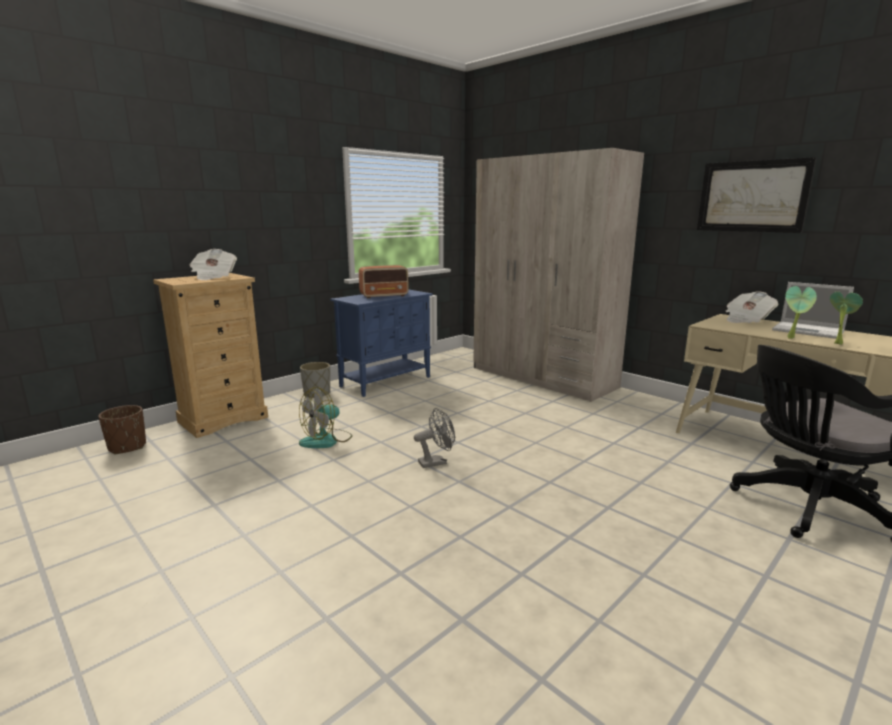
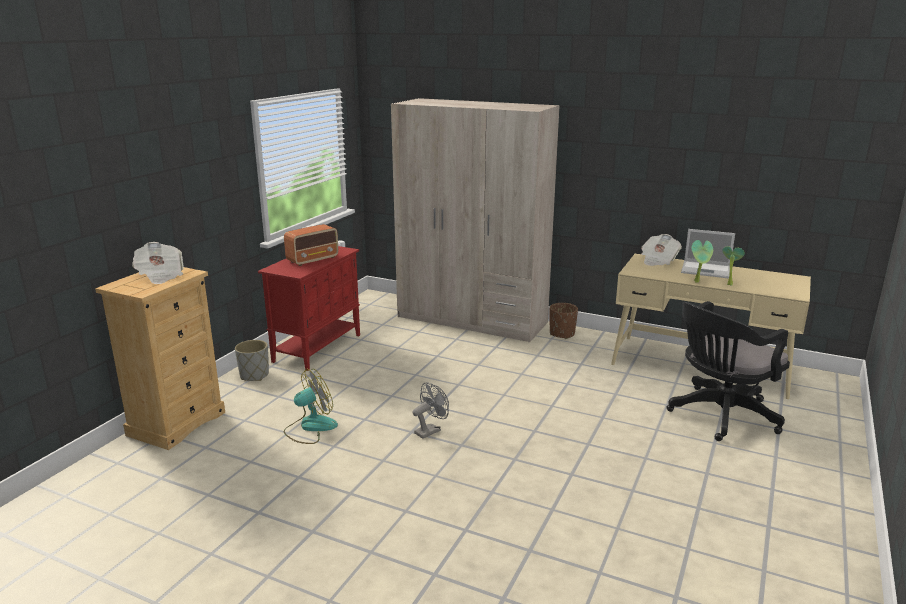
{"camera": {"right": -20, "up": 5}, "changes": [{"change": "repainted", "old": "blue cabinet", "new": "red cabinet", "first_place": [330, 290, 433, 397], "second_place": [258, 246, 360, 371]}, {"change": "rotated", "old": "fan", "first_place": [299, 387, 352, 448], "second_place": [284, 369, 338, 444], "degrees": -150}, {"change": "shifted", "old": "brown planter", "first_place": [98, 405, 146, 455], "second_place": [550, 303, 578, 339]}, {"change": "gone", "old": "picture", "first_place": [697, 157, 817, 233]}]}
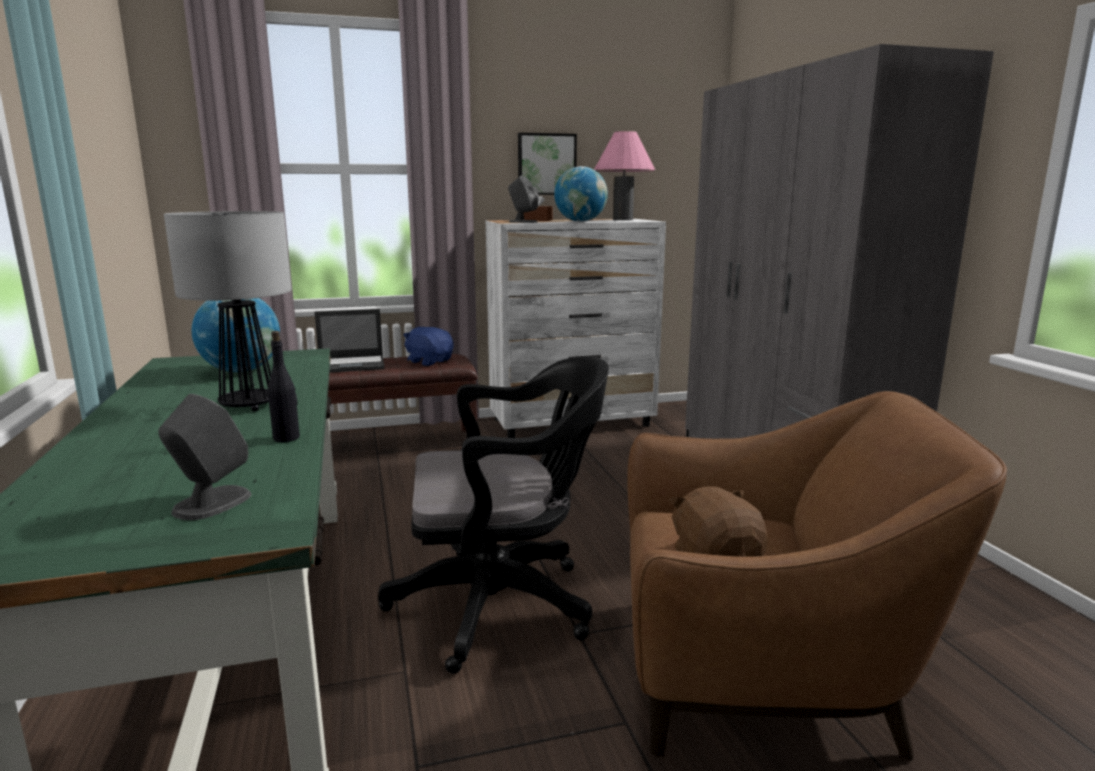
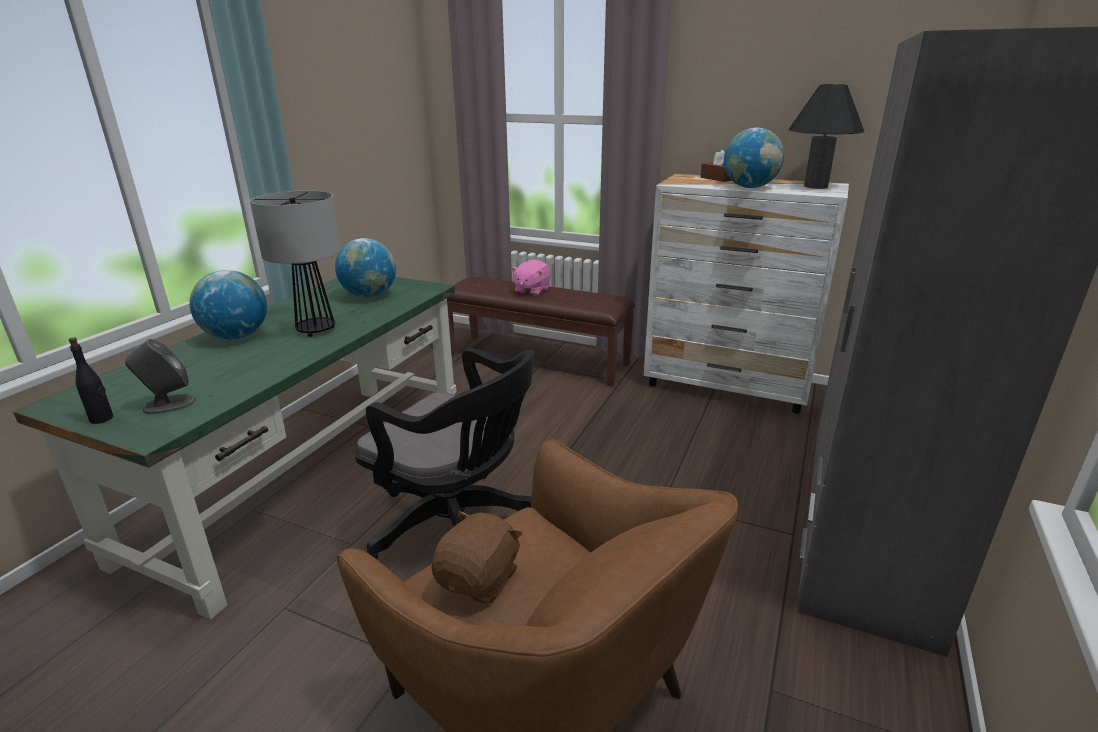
{"camera": {"right": 40, "up": 10}, "changes": [{"change": "shifted", "old": "black bottle", "first_place": [268, 331, 300, 442], "second_place": [69, 337, 113, 424]}, {"change": "new", "new": "globe", "second_place": [190, 270, 267, 340]}, {"change": "swapped", "old": "laptop", "new": "pink plush toy", "first_place": [315, 309, 384, 373], "second_place": [511, 260, 551, 296]}, {"change": "repainted", "old": "pink table lamp", "new": "black table lamp", "first_place": [594, 131, 655, 220], "second_place": [789, 84, 864, 189]}, {"change": "gone", "old": "blue plush toy", "first_place": [403, 327, 453, 366]}, {"change": "gone", "old": "grey speaker", "first_place": [508, 176, 538, 223]}, {"change": "gone", "old": "picture", "first_place": [518, 133, 577, 195]}]}
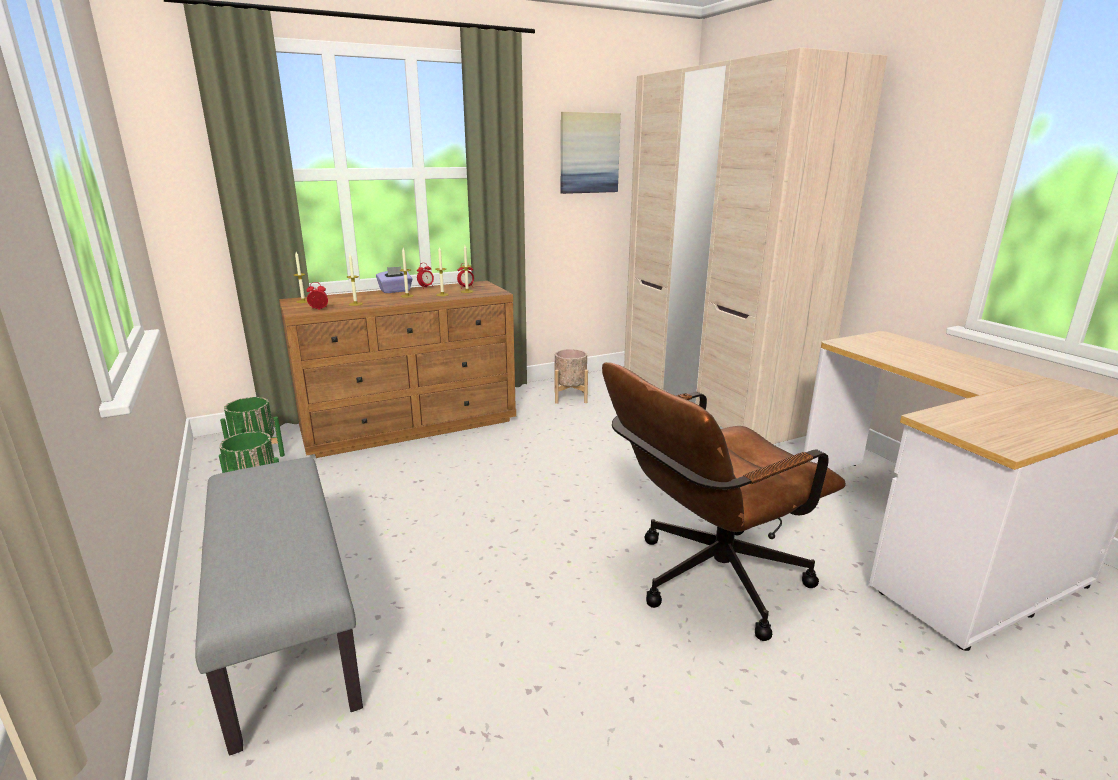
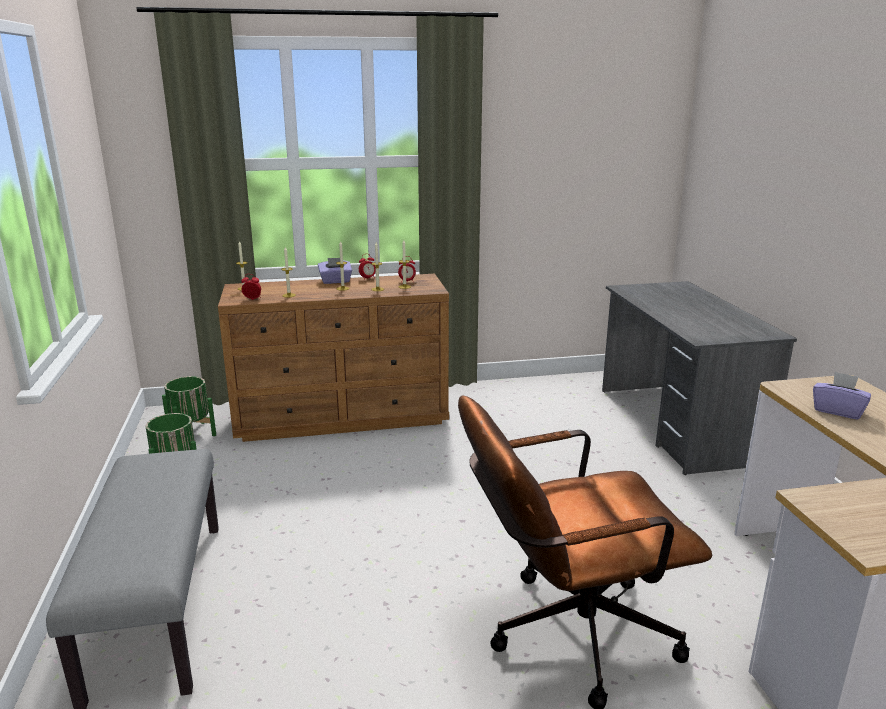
{"camera": {"right": 15, "up": 0}, "changes": [{"change": "swapped", "old": "beige wardrobe", "new": "grey desk", "first_place": [624, 47, 887, 444], "second_place": [602, 281, 797, 475]}, {"change": "new", "new": "purple tissue box", "second_place": [813, 372, 871, 419]}, {"change": "gone", "old": "beige planter", "first_place": [554, 349, 588, 404]}, {"change": "gone", "old": "picture", "first_place": [561, 112, 621, 194]}]}
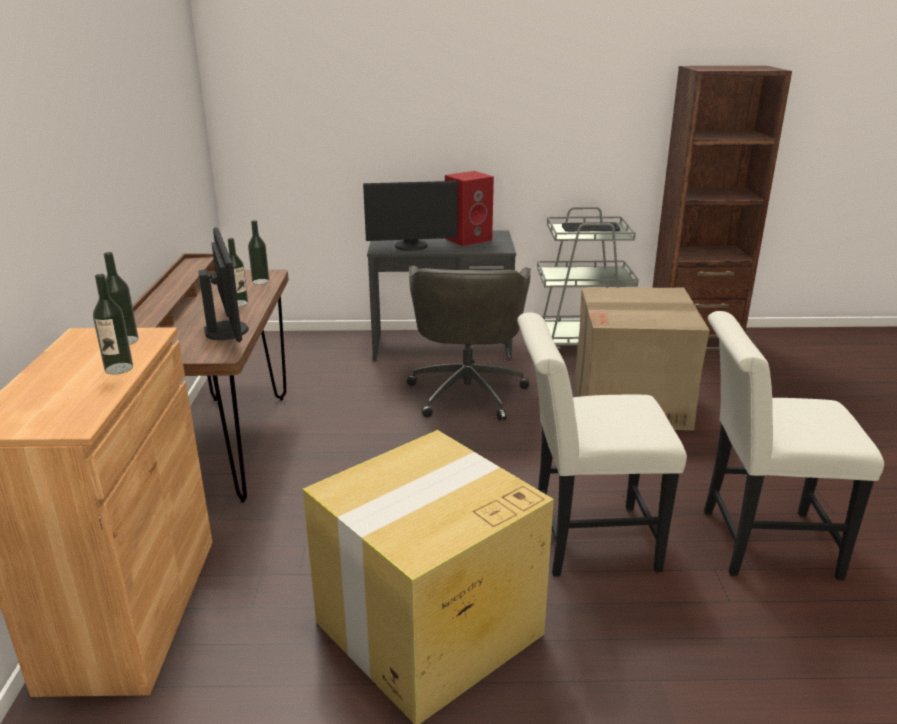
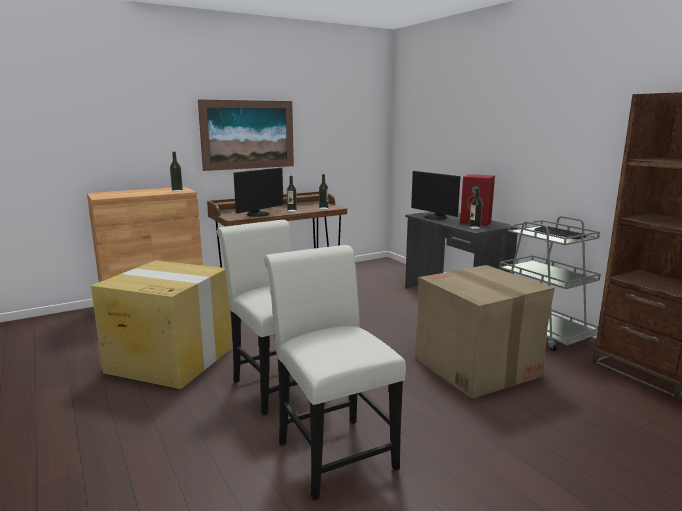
{"camera": {"right": 60, "up": -10}, "changes": [{"change": "new", "new": "picture", "second_place": [198, 99, 294, 171]}, {"change": "shifted", "old": "bottle", "first_place": [93, 274, 133, 374], "second_place": [469, 188, 482, 229]}, {"change": "gone", "old": "grey office chair", "first_place": [407, 265, 531, 420]}]}
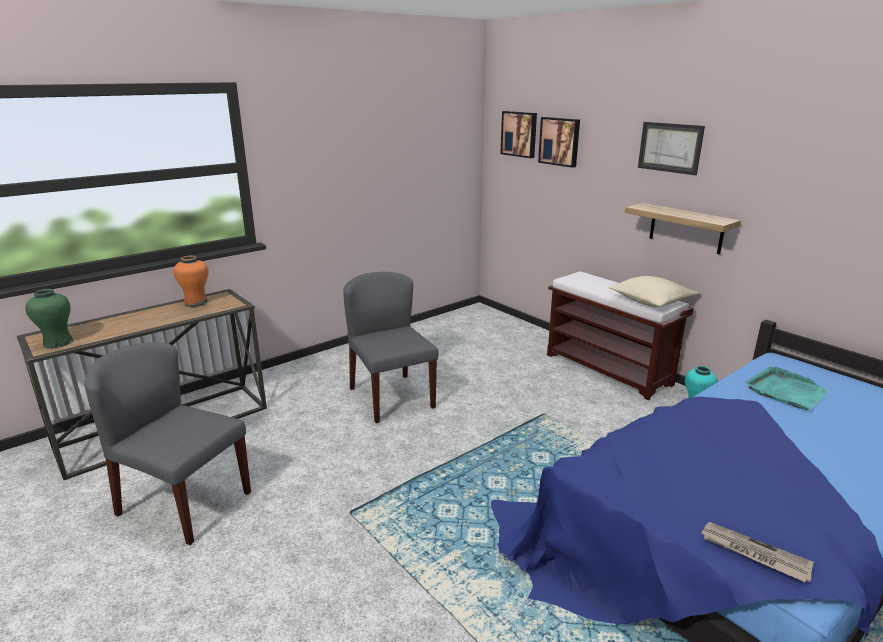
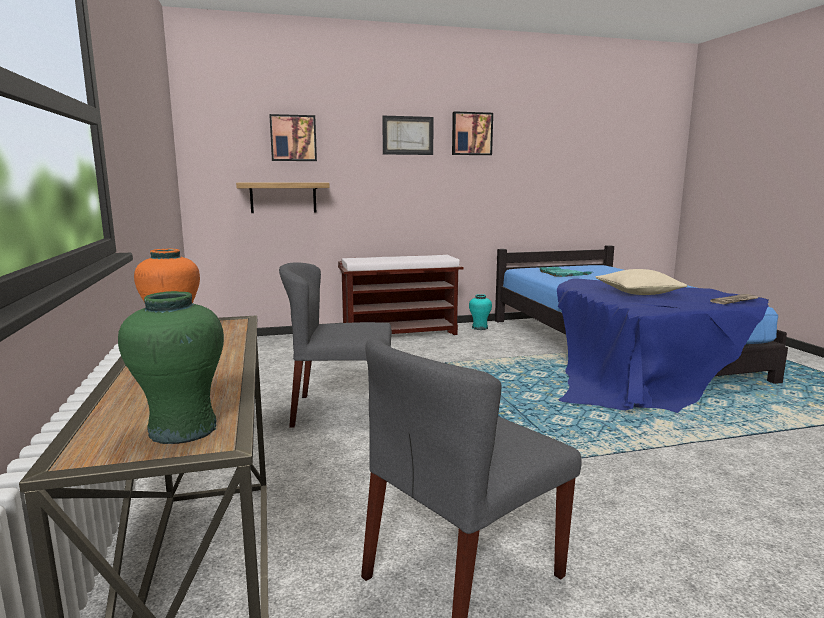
{"camera": {"right": -65, "up": -10}, "changes": [{"change": "shifted", "old": "shelf", "first_place": [625, 203, 741, 254], "second_place": [236, 183, 330, 213]}, {"change": "shifted", "old": "picture", "first_place": [500, 111, 537, 158], "second_place": [452, 111, 493, 155]}, {"change": "shifted", "old": "beige pillow", "first_place": [608, 276, 699, 307], "second_place": [595, 269, 687, 295]}]}
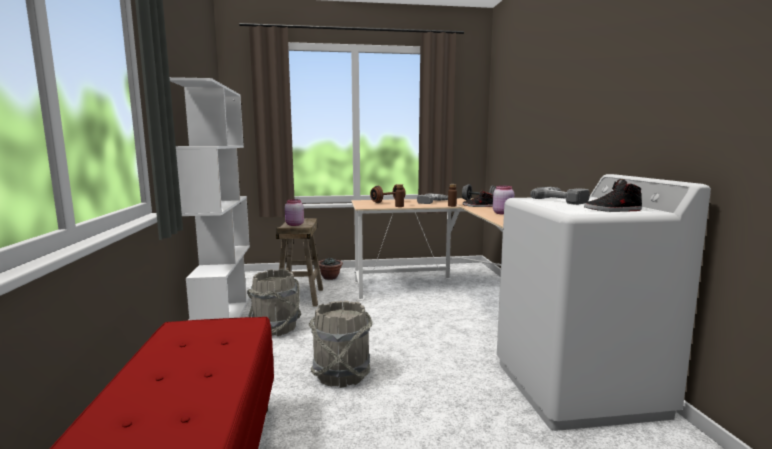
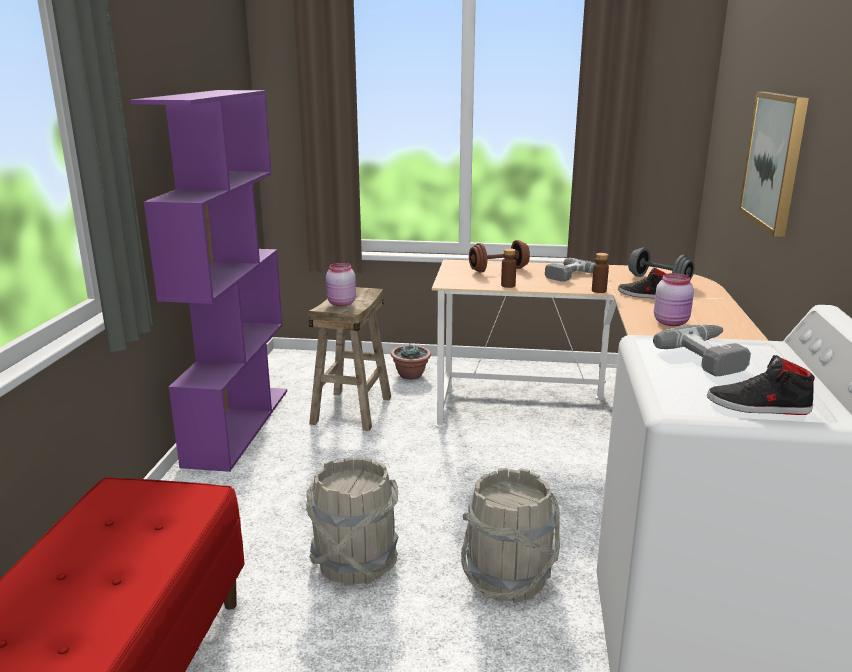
{"camera": {"right": 15, "up": 10}, "changes": [{"change": "repainted", "old": "white bookcase", "new": "purple bookcase", "first_place": [170, 77, 251, 320], "second_place": [130, 90, 287, 472]}, {"change": "shifted", "old": "grey bucket", "first_place": [247, 269, 301, 336], "second_place": [461, 468, 560, 603]}, {"change": "new", "new": "picture", "second_place": [739, 92, 809, 237]}]}
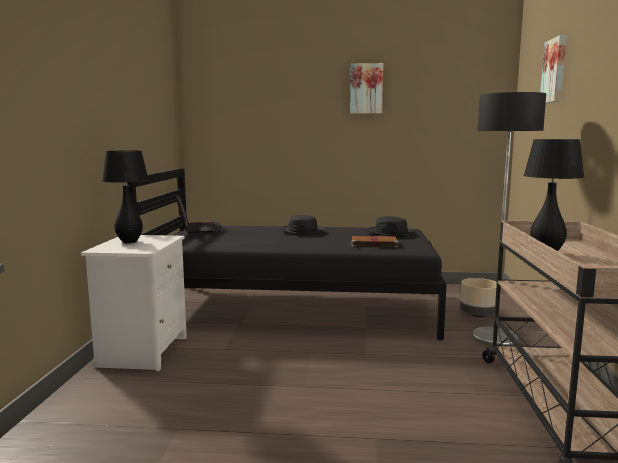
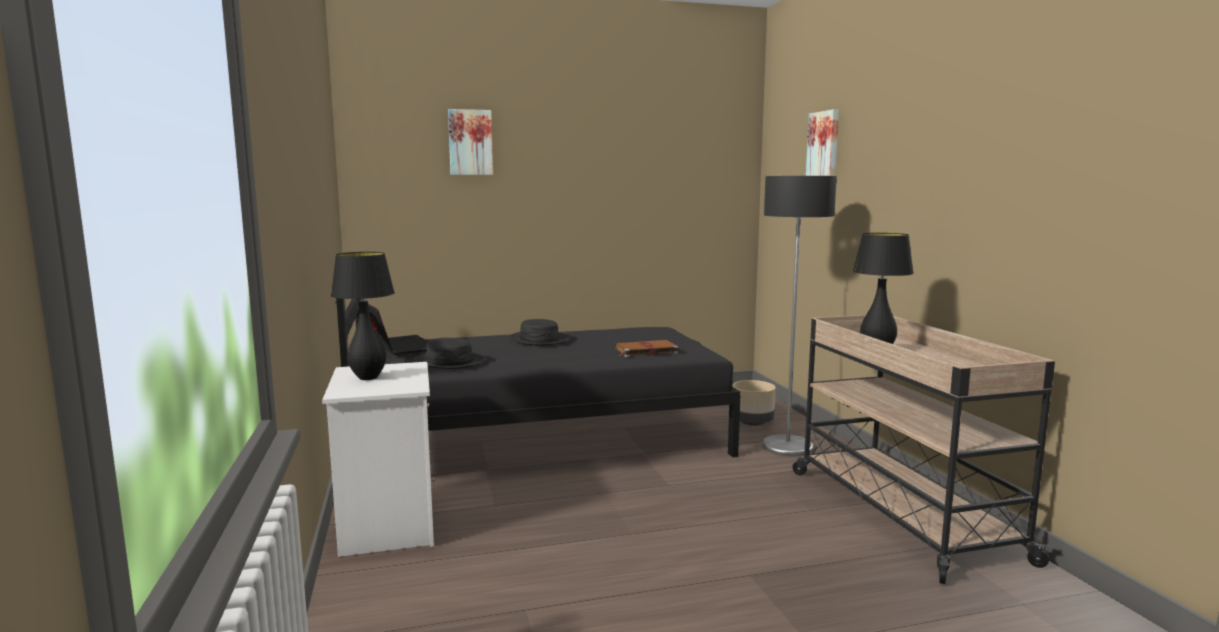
{"camera": {"right": -20, "up": 0}, "changes": [{"change": "shifted", "old": "black hat", "first_place": [366, 216, 416, 237], "second_place": [413, 338, 485, 369]}, {"change": "shifted", "old": "picture", "first_place": [350, 63, 383, 114], "second_place": [448, 109, 493, 175]}]}
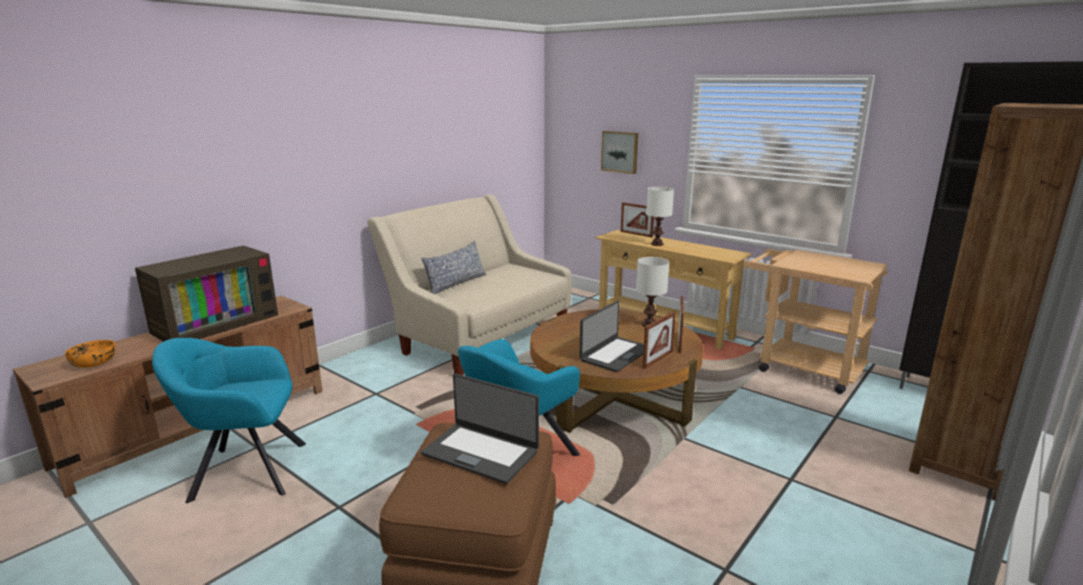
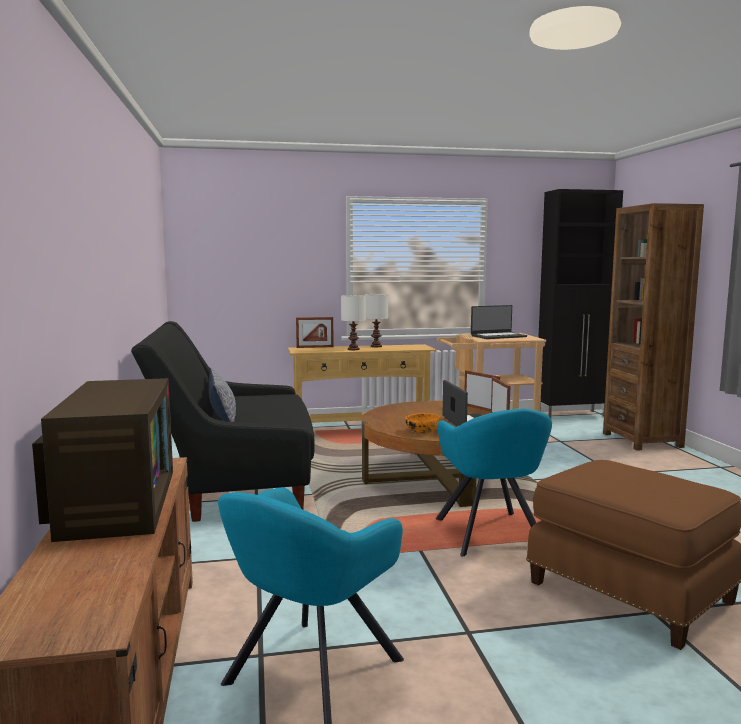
{"camera": {"right": -50, "up": -10}, "changes": [{"change": "repainted", "old": "beige sofa", "new": "black sofa", "first_place": [367, 195, 572, 376], "second_place": [131, 321, 315, 522]}, {"change": "shifted", "old": "white table lamp", "first_place": [636, 257, 669, 327], "second_place": [365, 294, 388, 347]}, {"change": "shifted", "old": "orange bowl", "first_place": [65, 340, 116, 368], "second_place": [405, 413, 440, 434]}, {"change": "shifted", "old": "laptop", "first_place": [421, 374, 539, 484], "second_place": [471, 305, 527, 339]}, {"change": "gone", "old": "picture", "first_place": [601, 131, 638, 174]}]}
